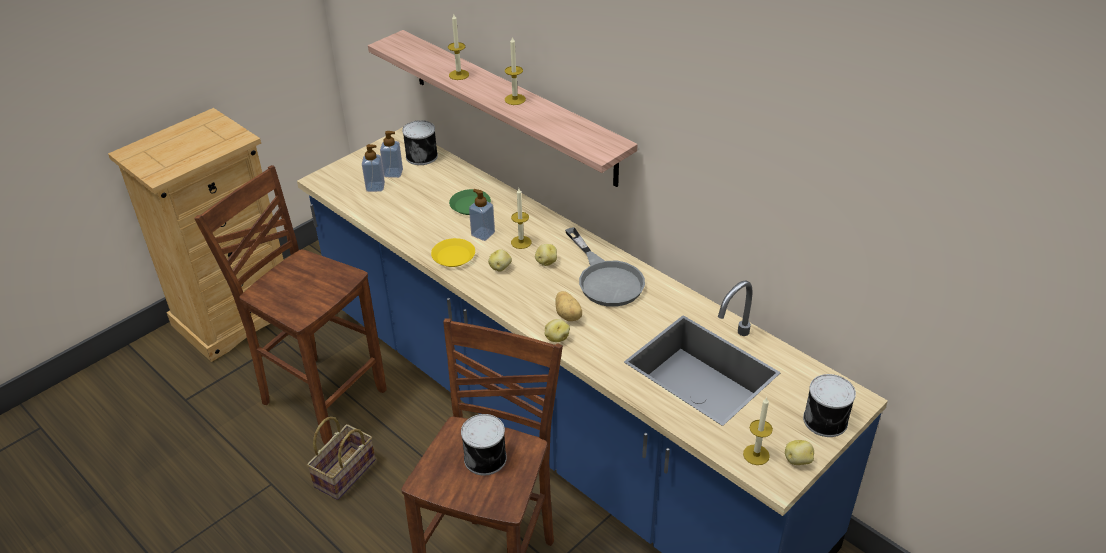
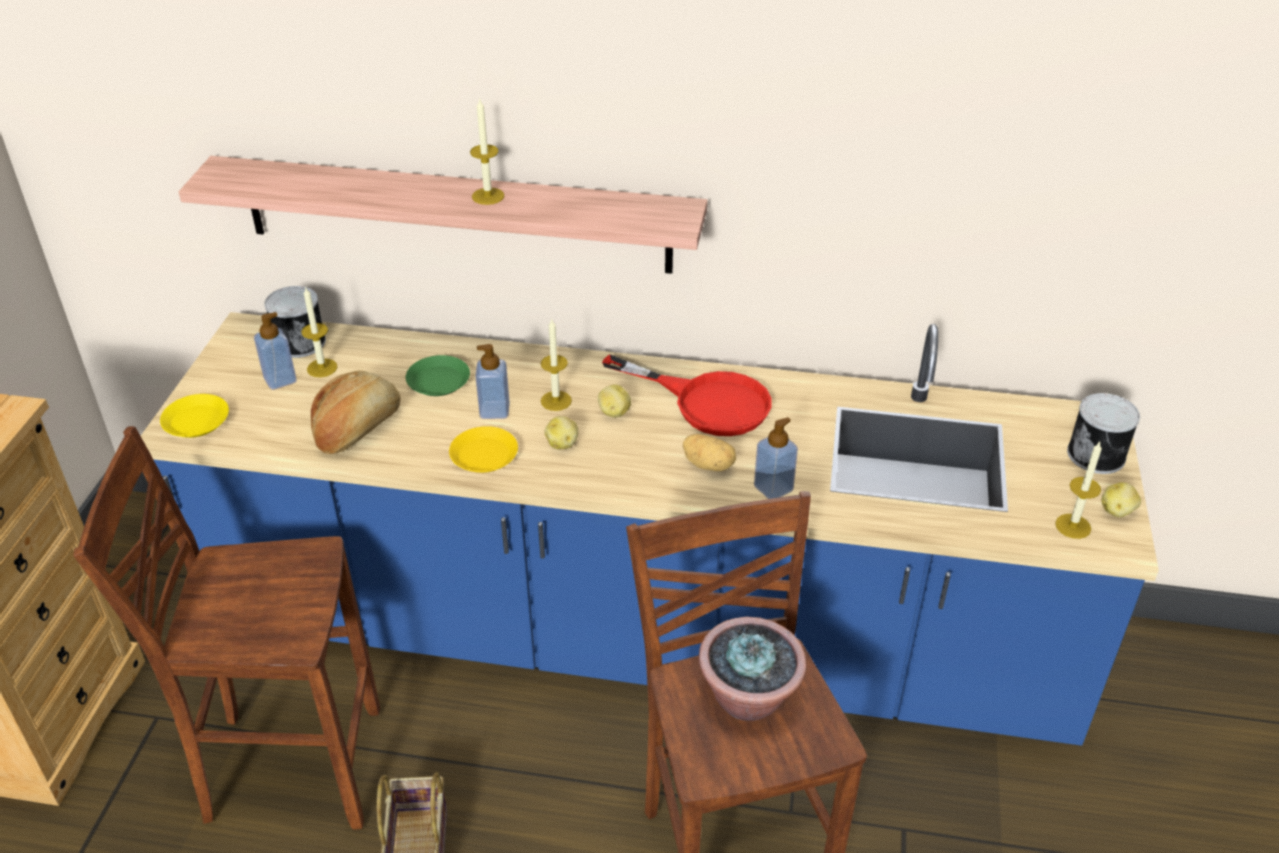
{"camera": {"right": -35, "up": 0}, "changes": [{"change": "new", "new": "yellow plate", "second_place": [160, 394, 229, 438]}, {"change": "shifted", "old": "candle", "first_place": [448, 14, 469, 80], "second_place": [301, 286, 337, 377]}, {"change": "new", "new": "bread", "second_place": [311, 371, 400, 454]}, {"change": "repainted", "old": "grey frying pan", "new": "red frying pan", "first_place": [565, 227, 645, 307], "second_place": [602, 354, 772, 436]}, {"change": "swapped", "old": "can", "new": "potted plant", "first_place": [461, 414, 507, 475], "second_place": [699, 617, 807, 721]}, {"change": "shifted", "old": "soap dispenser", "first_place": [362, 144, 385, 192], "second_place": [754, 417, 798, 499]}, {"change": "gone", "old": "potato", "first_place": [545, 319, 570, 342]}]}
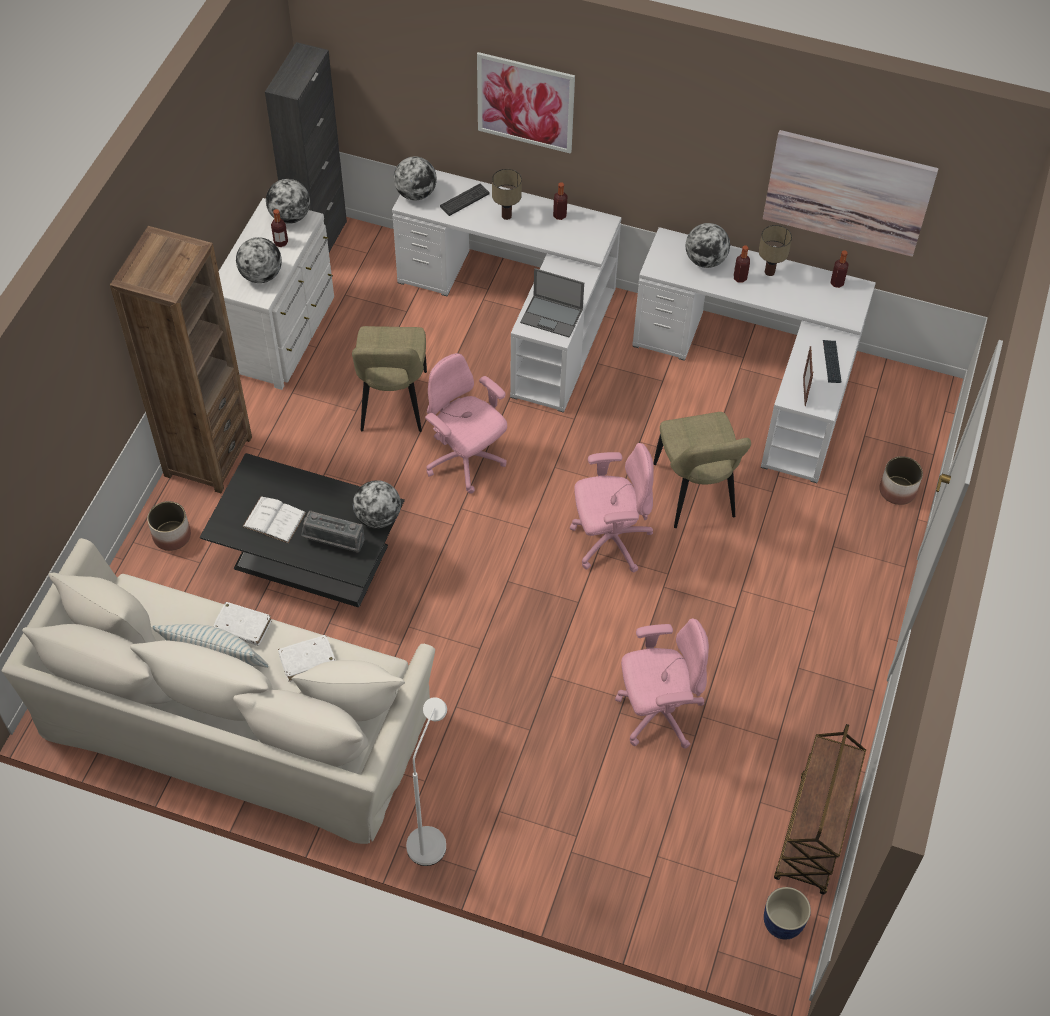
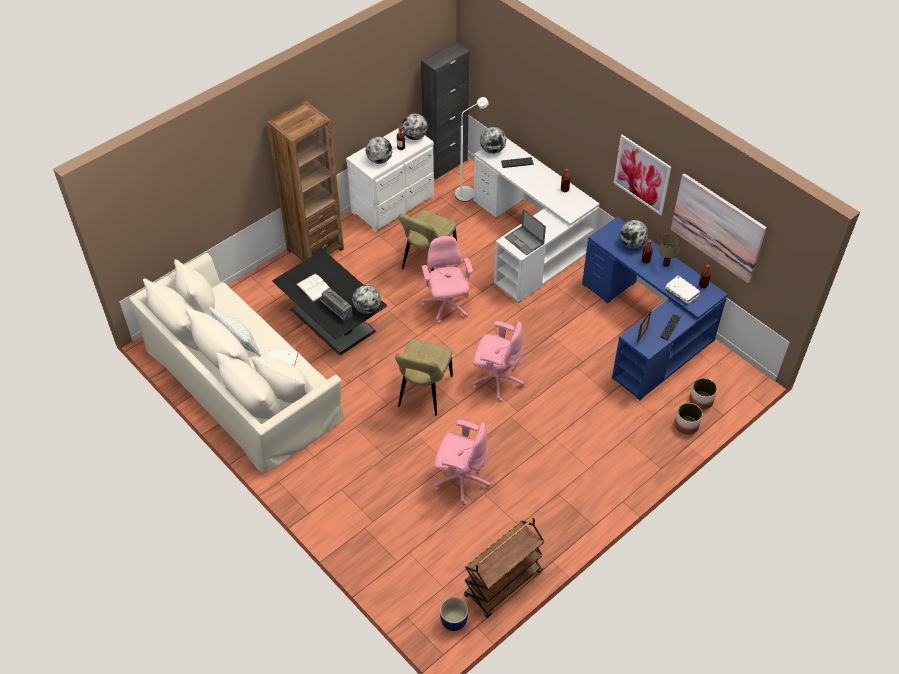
{"camera": {"right": 30, "up": -5}, "changes": [{"change": "shifted", "old": "beige chair", "first_place": [653, 412, 751, 528], "second_place": [395, 339, 453, 416]}, {"change": "shifted", "old": "white floor lamp", "first_place": [406, 697, 447, 866], "second_place": [455, 97, 488, 202]}, {"change": "repainted", "old": "white desk", "new": "blue desk", "first_place": [632, 227, 876, 483], "second_place": [582, 217, 728, 401]}, {"change": "shifted", "old": "picture", "first_place": [477, 52, 575, 154], "second_place": [614, 135, 671, 215]}, {"change": "shifted", "old": "white book", "first_place": [213, 602, 272, 646], "second_place": [665, 276, 700, 304]}, {"change": "shifted", "old": "planter", "first_place": [147, 501, 191, 551], "second_place": [689, 378, 717, 410]}, {"change": "gone", "old": "table lamp", "first_place": [492, 169, 522, 220]}]}
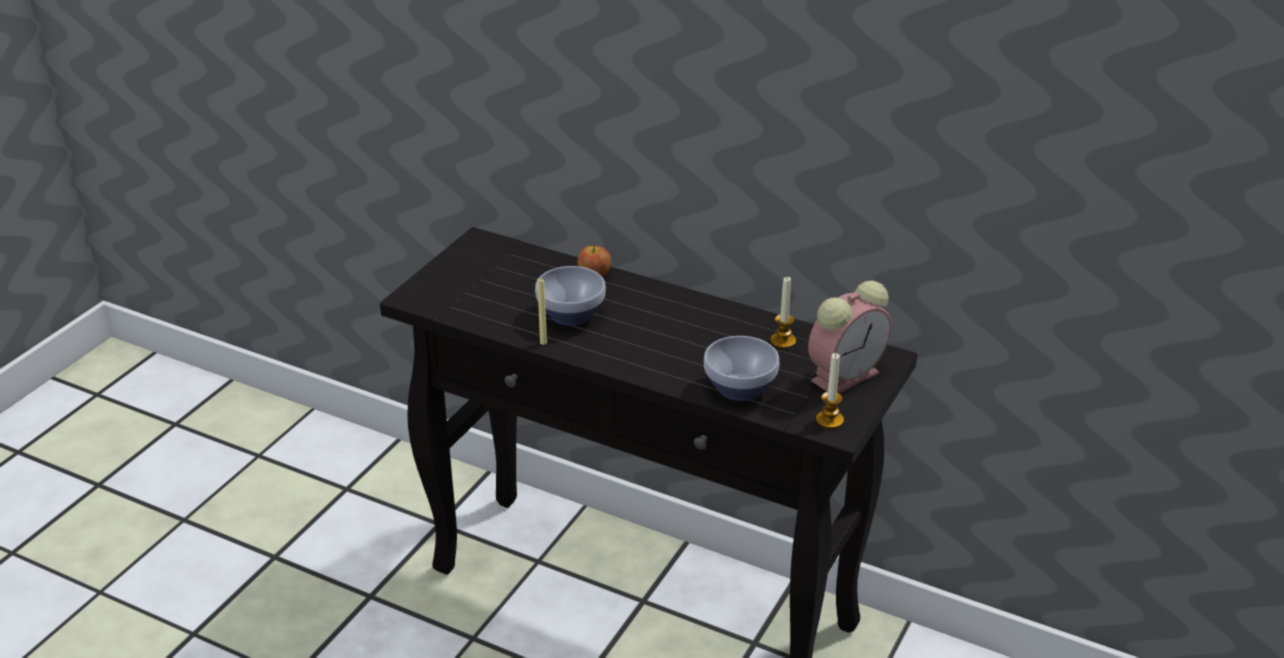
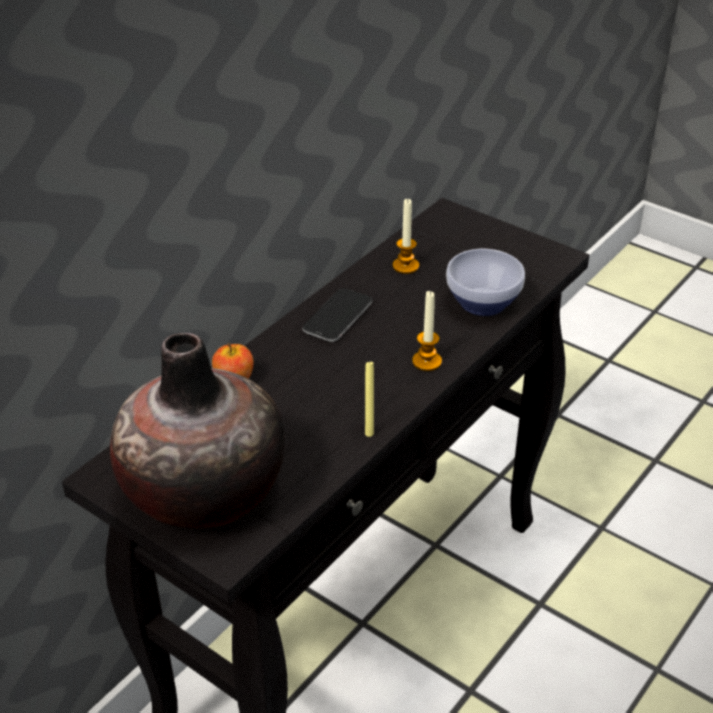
{"camera": {"right": -80, "up": 5}, "changes": [{"change": "new", "new": "vase", "second_place": [110, 333, 285, 528]}, {"change": "new", "new": "phone", "second_place": [302, 288, 372, 342]}, {"change": "shifted", "old": "candle", "first_place": [816, 353, 844, 429], "second_place": [412, 291, 442, 371]}, {"change": "gone", "old": "bowl", "first_place": [535, 266, 606, 326]}, {"change": "gone", "old": "alarm clock", "first_place": [808, 281, 891, 394]}]}
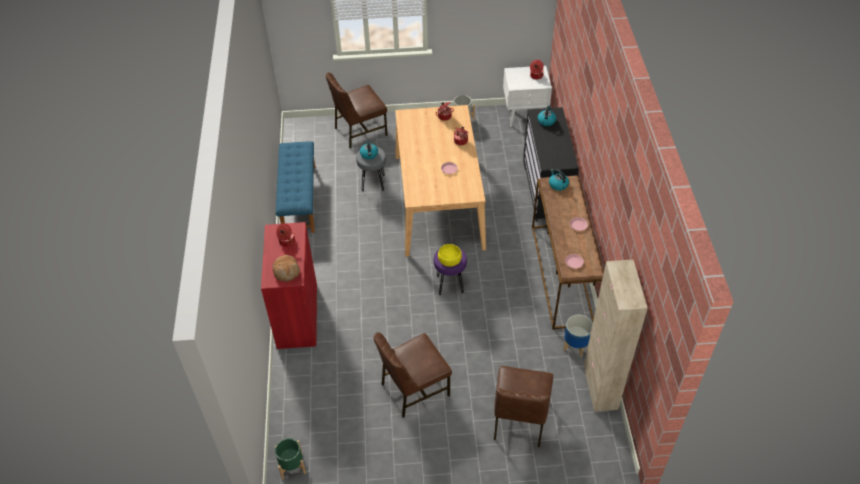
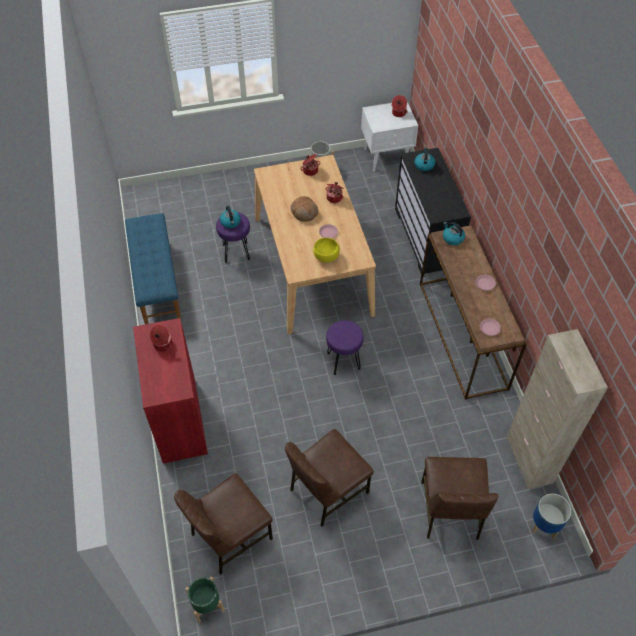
{"camera": {"right": -10, "up": 5}, "changes": [{"change": "shifted", "old": "brown chair", "first_place": [326, 72, 388, 148], "second_place": [174, 473, 273, 575]}, {"change": "repainted", "old": "grey stool", "new": "purple stool", "first_place": [356, 147, 386, 191], "second_place": [216, 212, 250, 263]}, {"change": "shifted", "old": "bread", "first_place": [273, 255, 300, 282], "second_place": [291, 196, 318, 222]}, {"change": "shifted", "old": "yellow bowl", "first_place": [438, 244, 462, 267], "second_place": [313, 238, 340, 262]}, {"change": "shifted", "old": "planter", "first_place": [564, 315, 593, 357], "second_place": [531, 494, 571, 539]}]}
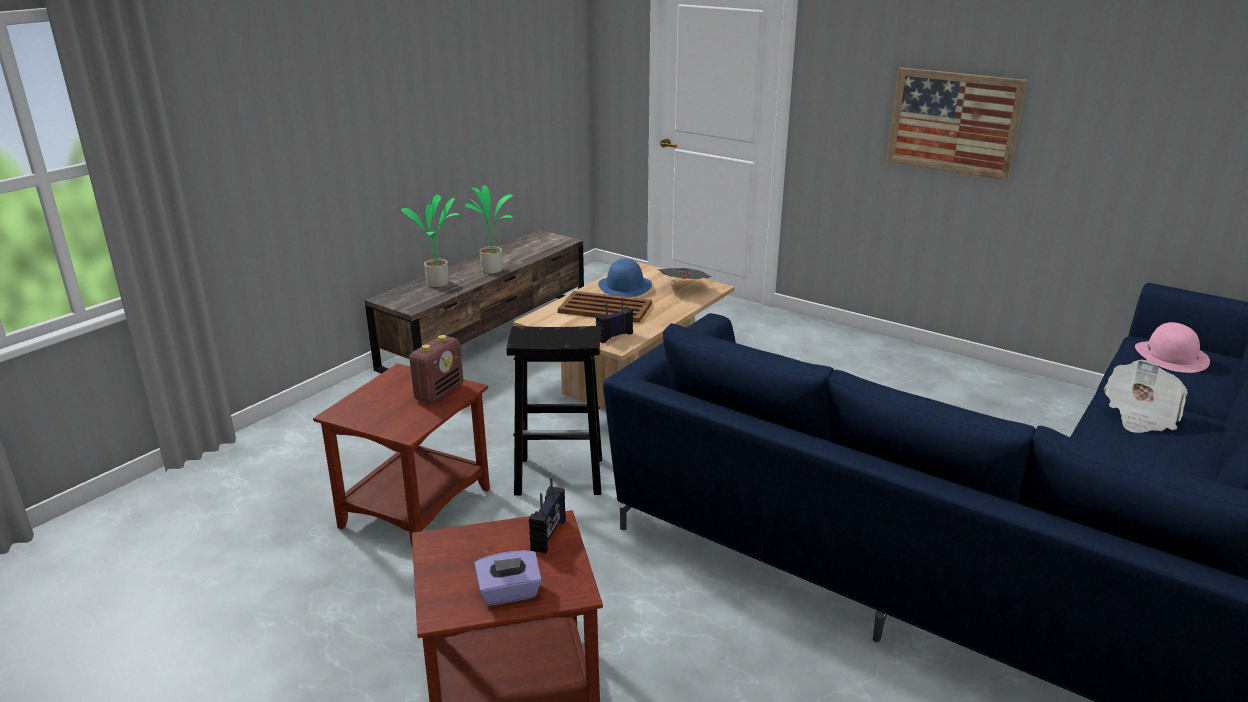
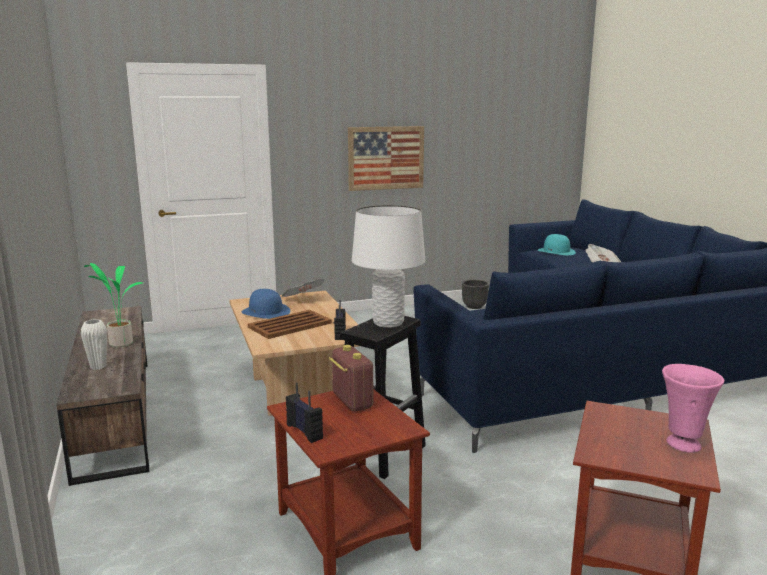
{"camera": {"right": -55, "up": -10}, "changes": [{"change": "swapped", "old": "potted plant", "new": "white vase", "first_place": [401, 195, 459, 287], "second_place": [81, 319, 107, 370]}, {"change": "shifted", "old": "radio", "first_place": [529, 477, 566, 553], "second_place": [286, 383, 323, 443]}, {"change": "new", "new": "white table lamp", "second_place": [352, 205, 425, 328]}, {"change": "new", "new": "black planter", "second_place": [462, 280, 489, 309]}, {"change": "repainted", "old": "pink hat", "new": "turquoise hat", "first_place": [1135, 322, 1210, 373], "second_place": [538, 234, 576, 255]}, {"change": "swapped", "old": "purple tissue box", "new": "pink vase", "first_place": [474, 550, 542, 606], "second_place": [662, 364, 724, 453]}]}
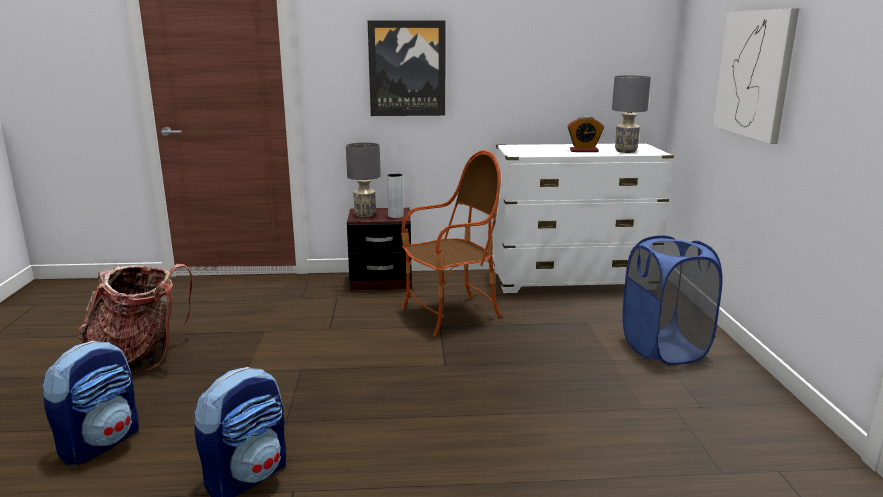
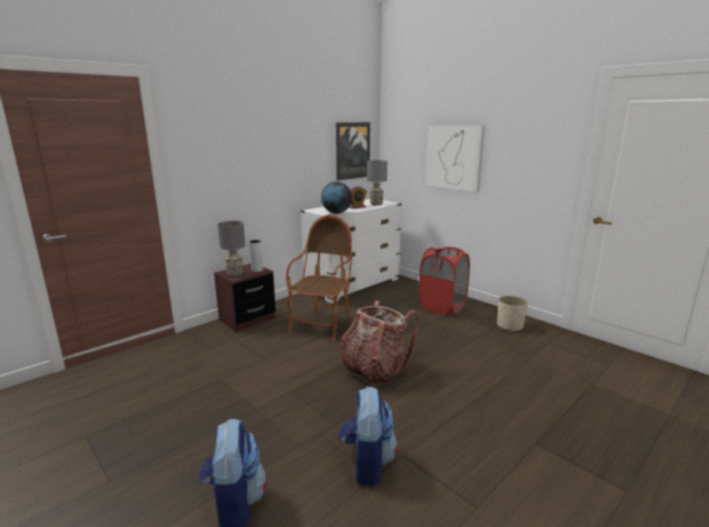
{"camera": {"right": -40, "up": 0}, "changes": [{"change": "new", "new": "globe", "second_place": [321, 182, 352, 214]}, {"change": "shifted", "old": "picture", "first_place": [368, 20, 445, 116], "second_place": [336, 122, 370, 181]}, {"change": "shifted", "old": "backpack", "first_place": [78, 264, 193, 370], "second_place": [341, 300, 419, 386]}, {"change": "repainted", "old": "blue laundry basket", "new": "red laundry basket", "first_place": [622, 236, 723, 365], "second_place": [419, 247, 470, 315]}, {"change": "new", "new": "beige planter", "second_place": [497, 295, 528, 332]}]}
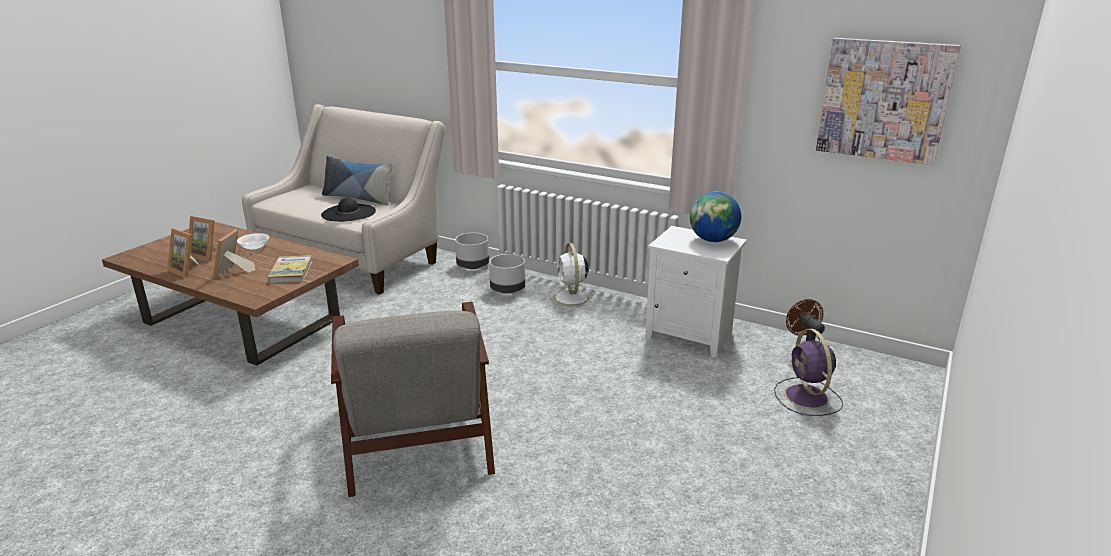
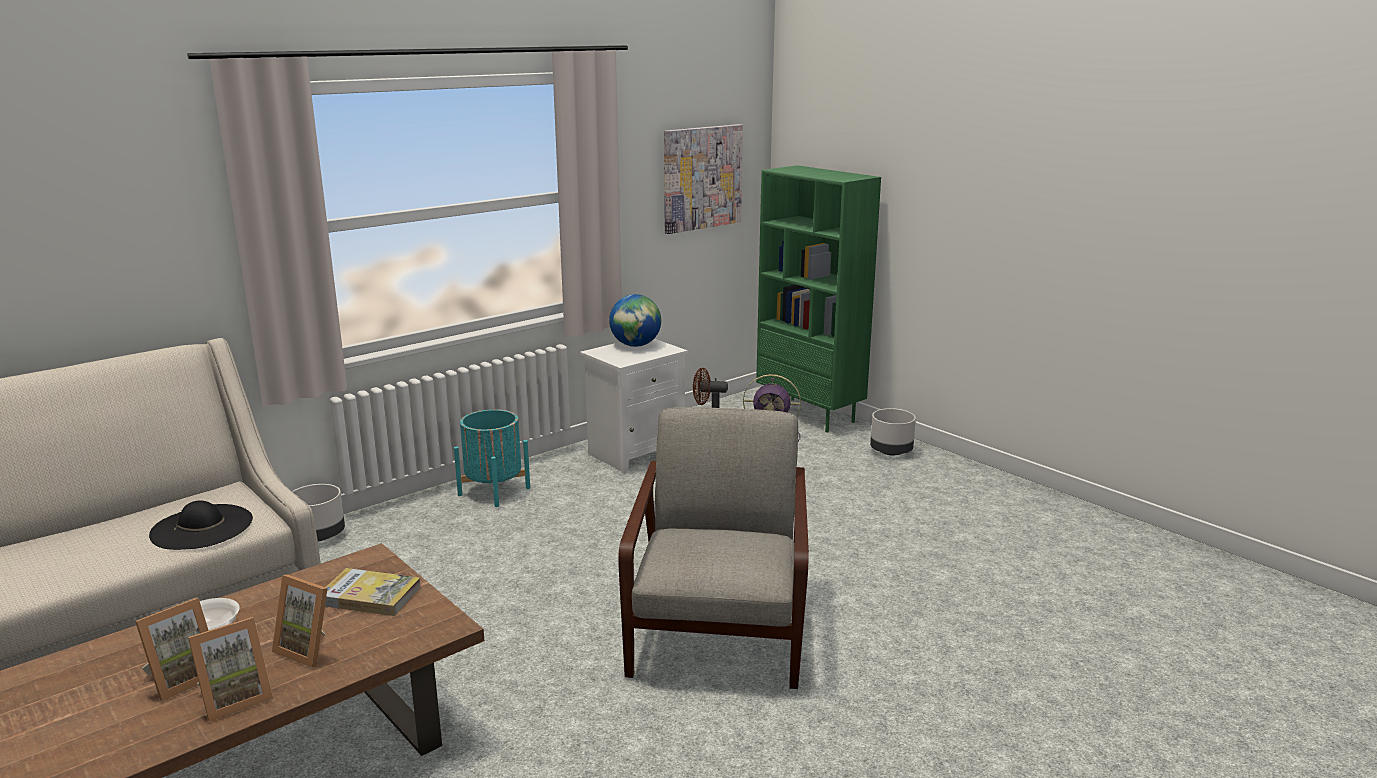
{"camera": {"right": -70, "up": -5}, "changes": [{"change": "swapped", "old": "white fan", "new": "turquoise planter", "first_place": [547, 243, 598, 310], "second_place": [454, 409, 530, 507]}, {"change": "rotated", "old": "grey armchair", "first_place": [331, 302, 495, 497], "second_place": [618, 407, 809, 689], "degrees": -90}, {"change": "new", "new": "green bookcase", "second_place": [756, 165, 881, 433]}, {"change": "shifted", "old": "grey planter", "first_place": [489, 254, 525, 294], "second_place": [870, 408, 916, 455]}, {"change": "gone", "old": "pillow", "first_place": [322, 156, 393, 206]}]}
